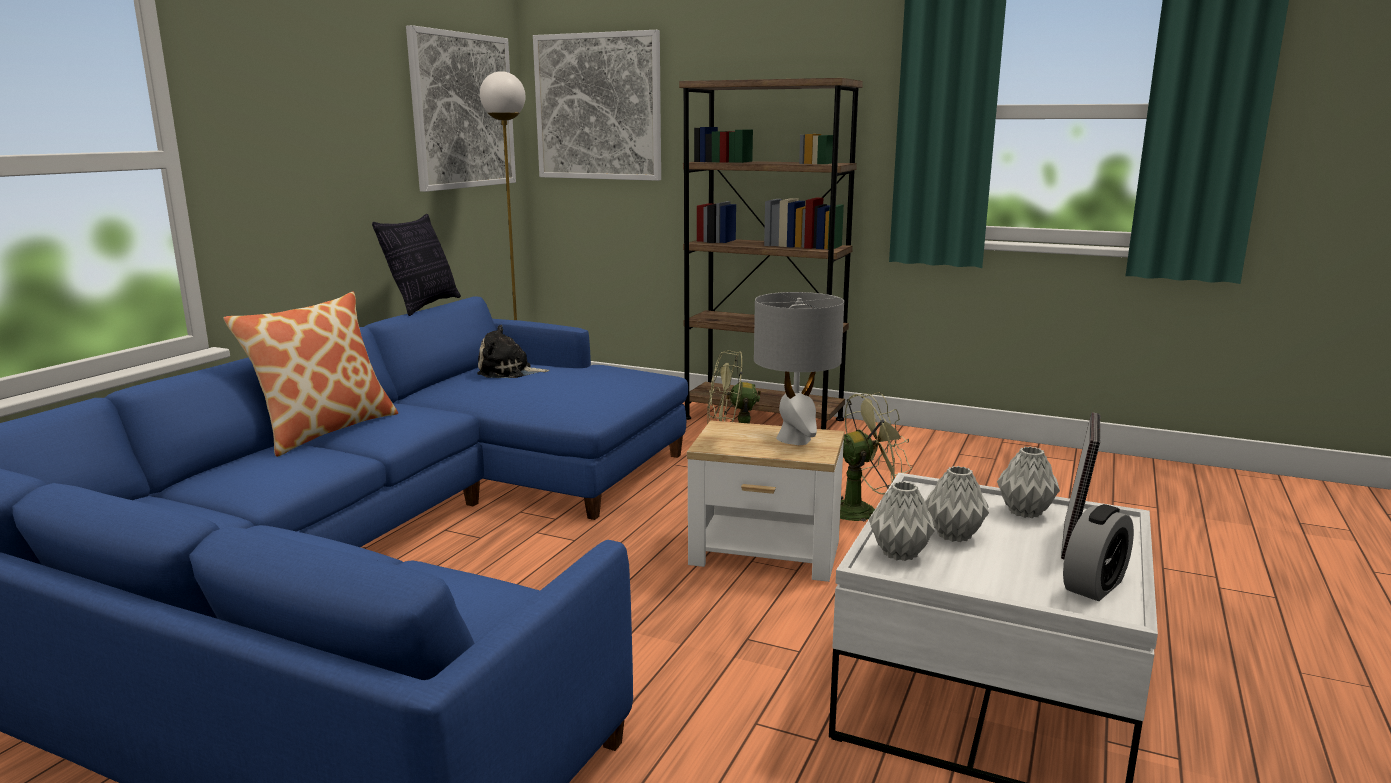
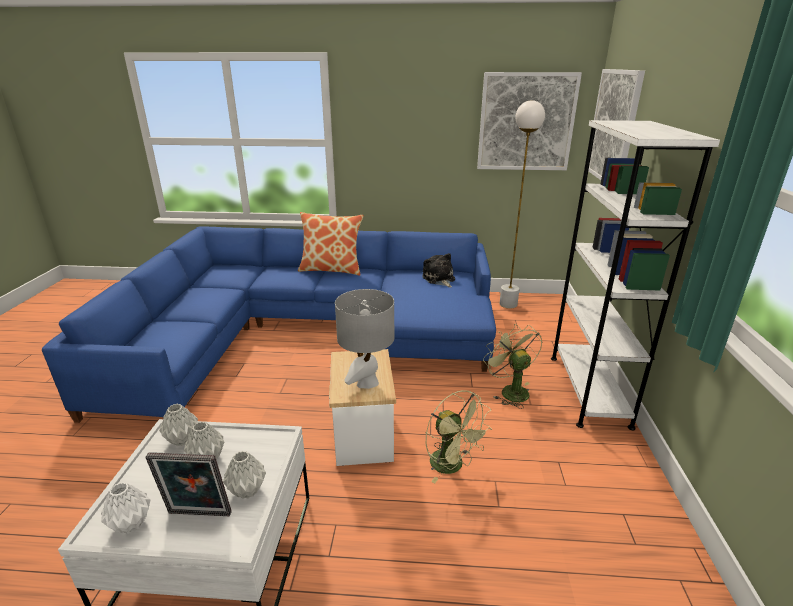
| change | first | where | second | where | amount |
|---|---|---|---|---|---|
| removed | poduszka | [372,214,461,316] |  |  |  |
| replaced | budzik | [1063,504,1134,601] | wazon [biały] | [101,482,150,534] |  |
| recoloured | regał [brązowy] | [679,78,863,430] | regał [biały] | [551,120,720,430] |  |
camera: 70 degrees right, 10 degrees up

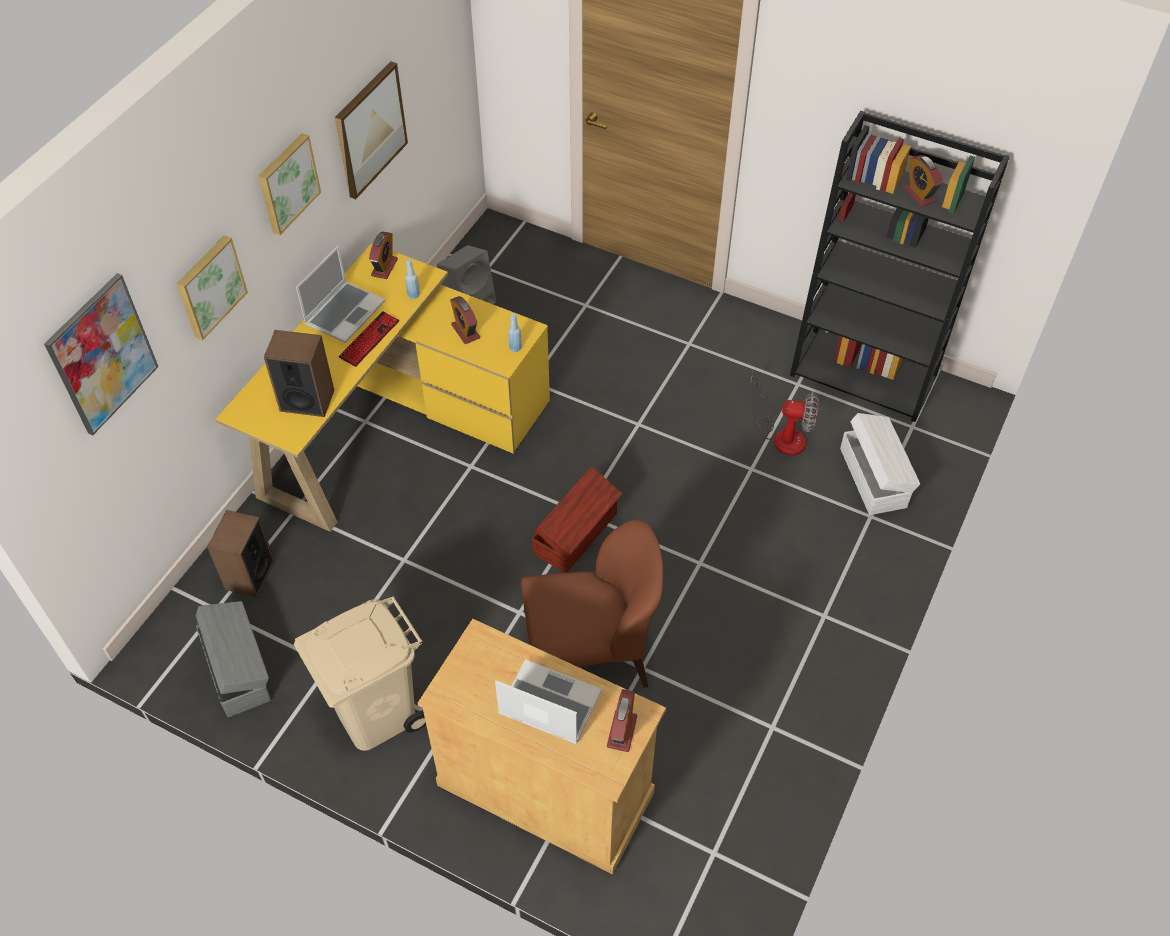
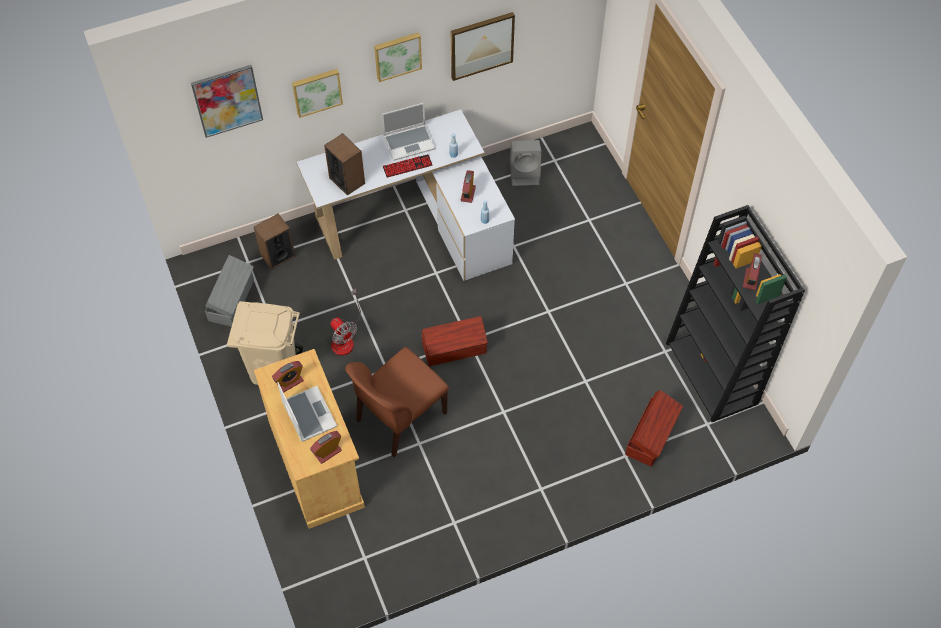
| change | first | where | second | where | amount |
|---|---|---|---|---|---|
| moved | budzik | [369,232,398,279] |  | [272,361,304,393] |  |
| moved | wentylator | [751,372,819,455] |  | [330,288,361,355] |  |
| recoloured | biurko [żółty] | [215,243,550,532] | biurko [biały] | [296,109,515,281] |  |
| recoloured | pojemnik do przechowywania [biały] | [840,413,920,515] | pojemnik do przechowywania [brązowy] | [625,390,683,467] |  |
| turned | krzesło [brązowy] | [521,519,663,688] |  | [345,347,449,457] | 105 degrees clockwise |
camera: 40 degrees right, 5 degrees up

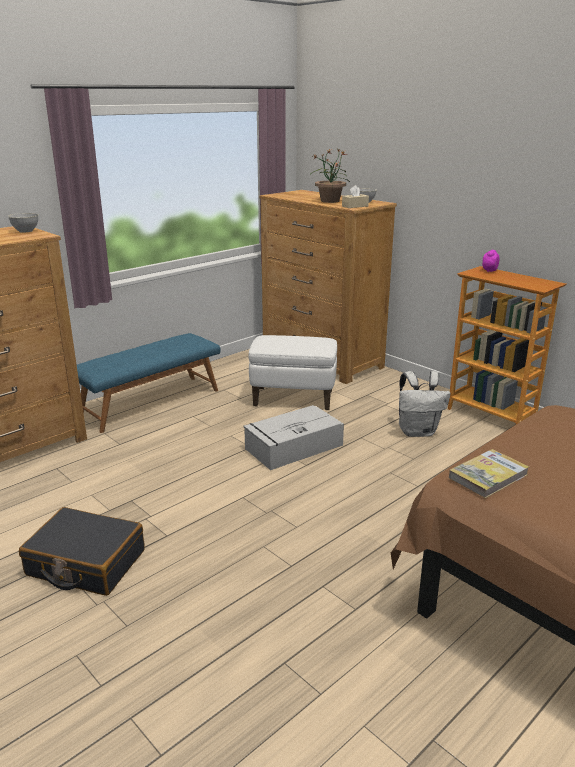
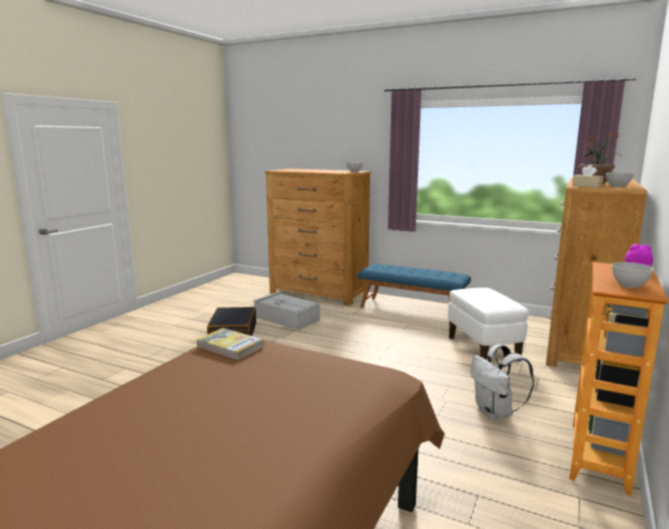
| change | first | where | second | where | amount |
|---|---|---|---|---|---|
| added |  |  | miska [szary] | [612,262,654,288] |  |
| moved | pojemnik do przechowywania [szary] | [243,405,344,470] |  | [254,293,320,330] |  |
camera: 70 degrees right, 10 degrees down

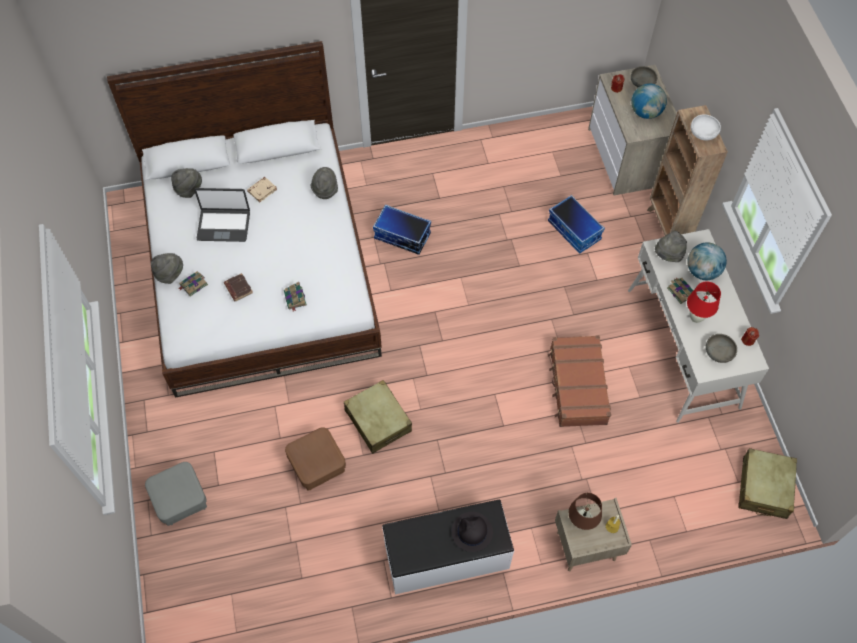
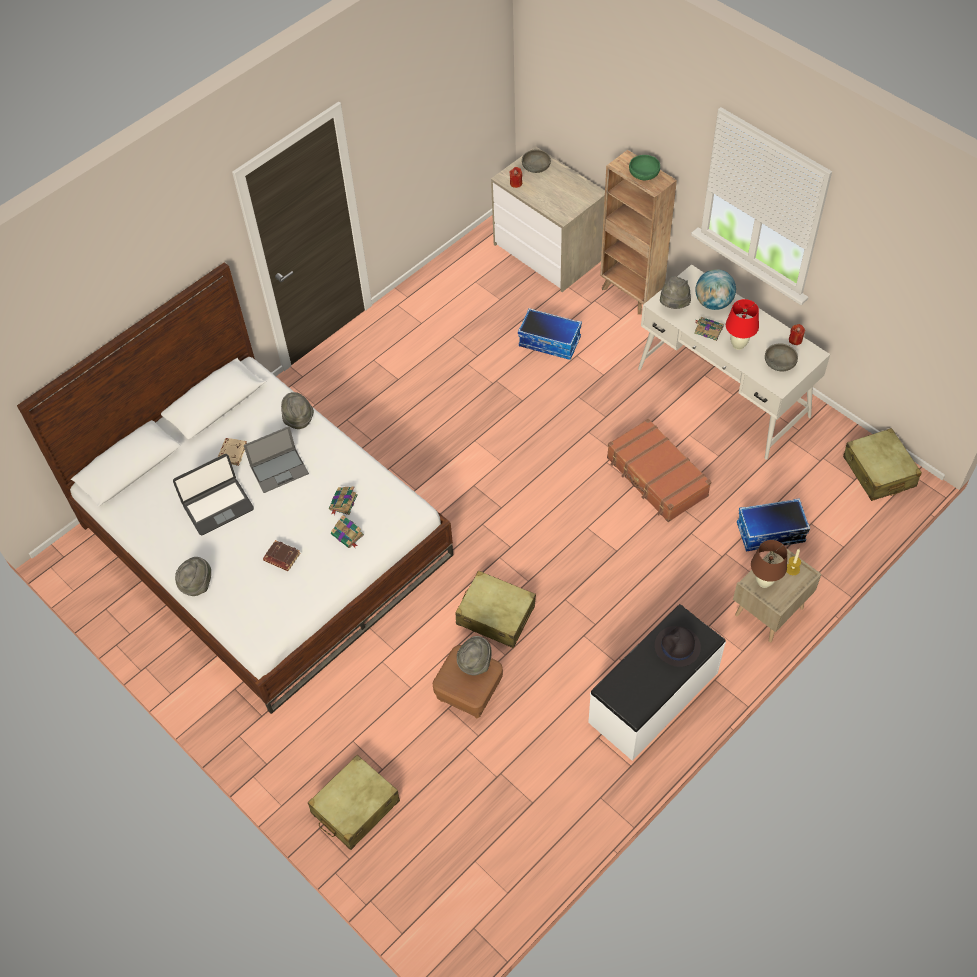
| change | first | where | second | where | amount |
|---|---|---|---|---|---|
| removed | globus | [631,84,667,119] |  |  |  |
| added |  |  | laptop | [244,426,309,493] |  |
| moved | kapelusz [szary] | [171,168,202,198] |  | [457,636,492,676] |  |
| moved | książka | [178,271,208,297] |  | [329,486,358,515] |  |
| moved | pojemnik do przechowywania | [373,204,431,255] |  | [737,498,810,551] |  |
| replaced | pufa [szary] | [145,462,207,526] | walizka [beżowy] | [308,755,400,850] |  |
| recoloured | miska [biały] | [691,115,721,141] | miska [zielony] | [629,155,660,180] |  |
camera: 30 degrees left, 5 degrees down

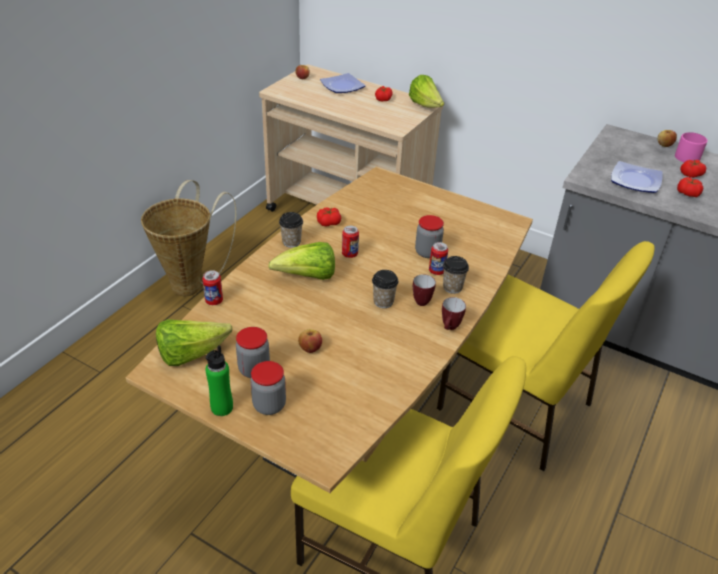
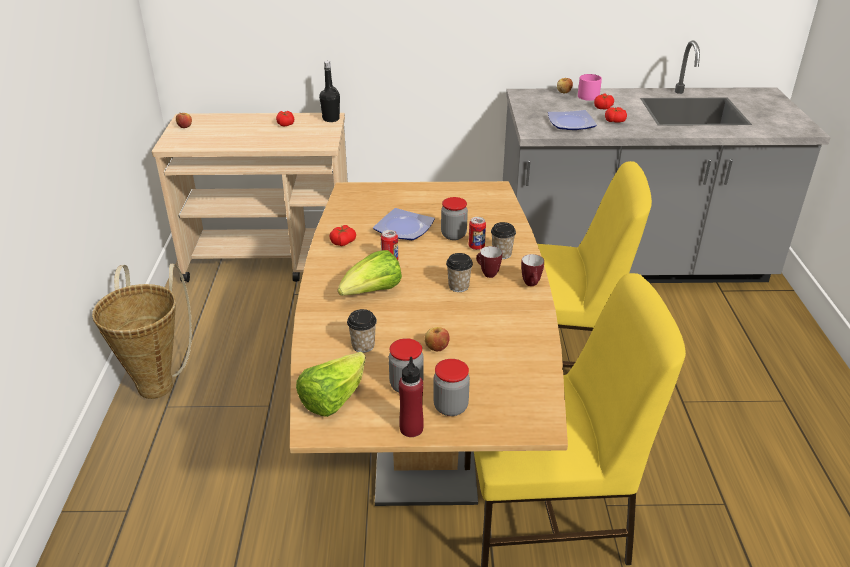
| change | first | where | second | where | amount |
|---|---|---|---|---|---|
| removed | puszka | [202,270,223,305] |  |  |  |
| moved | filiżanka | [279,212,303,248] |  | [347,309,377,353] |  |
| moved | talerz | [320,73,366,93] |  | [373,208,435,240] |  |
| replaced | sałata | [409,75,444,108] | butelka [czarny] | [319,61,340,122] |  |
| recoloured | butelka [zielony] | [205,345,233,416] | butelka [czerwony] | [399,357,424,437] |  |
camera: 30 degrees left, 5 degrees down

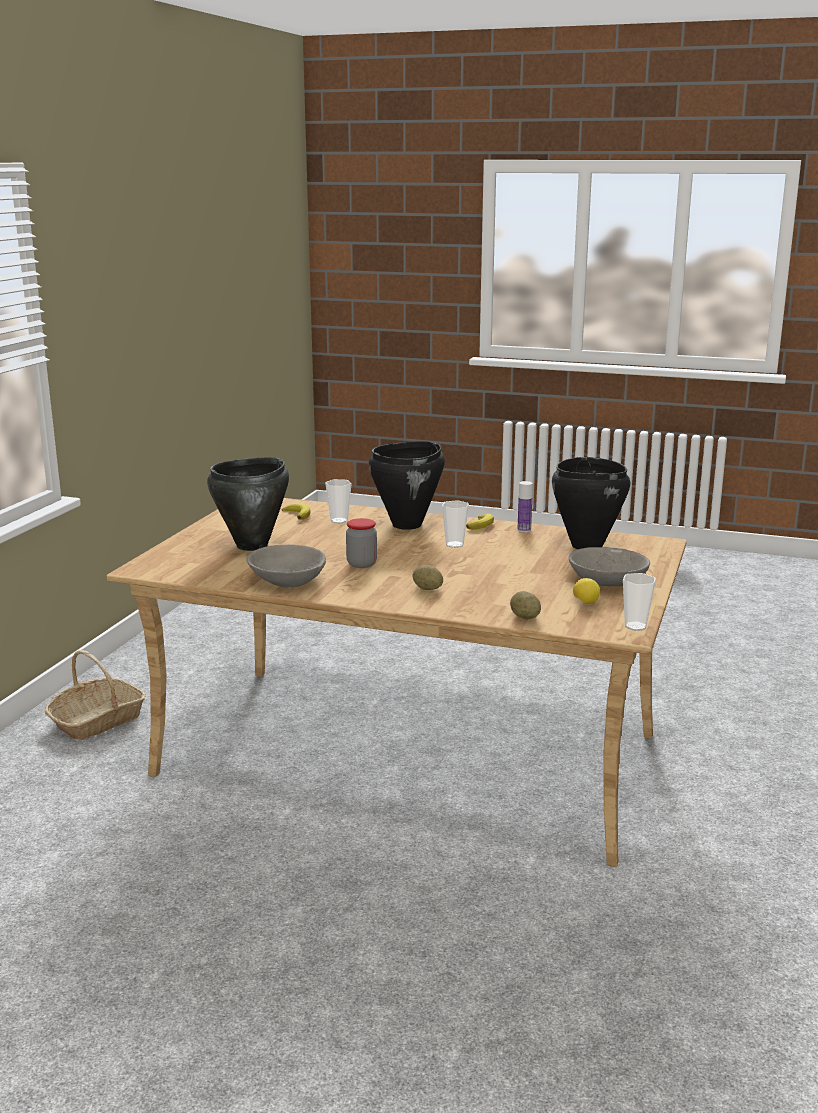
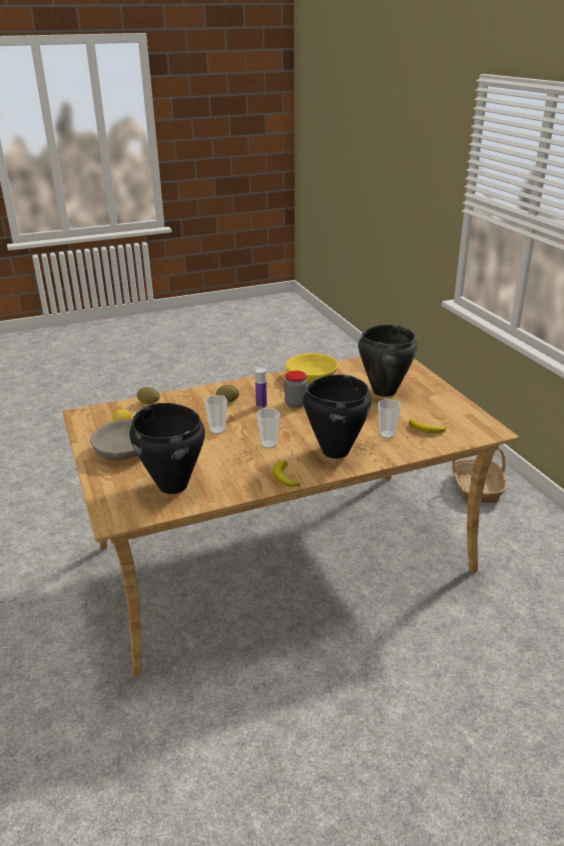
| change | first | where | second | where | amount |
|---|---|---|---|---|---|
| moved | butelka | [518,481,533,532] |  | [255,368,267,408] |  |
| moved | filiżanka | [623,573,656,631] |  | [204,395,227,434] |  |
| recoloured | miska [szary] | [246,544,326,587] | miska [żółty] | [286,353,338,383] |  |
camera: 140 degrees right, 10 degrees up

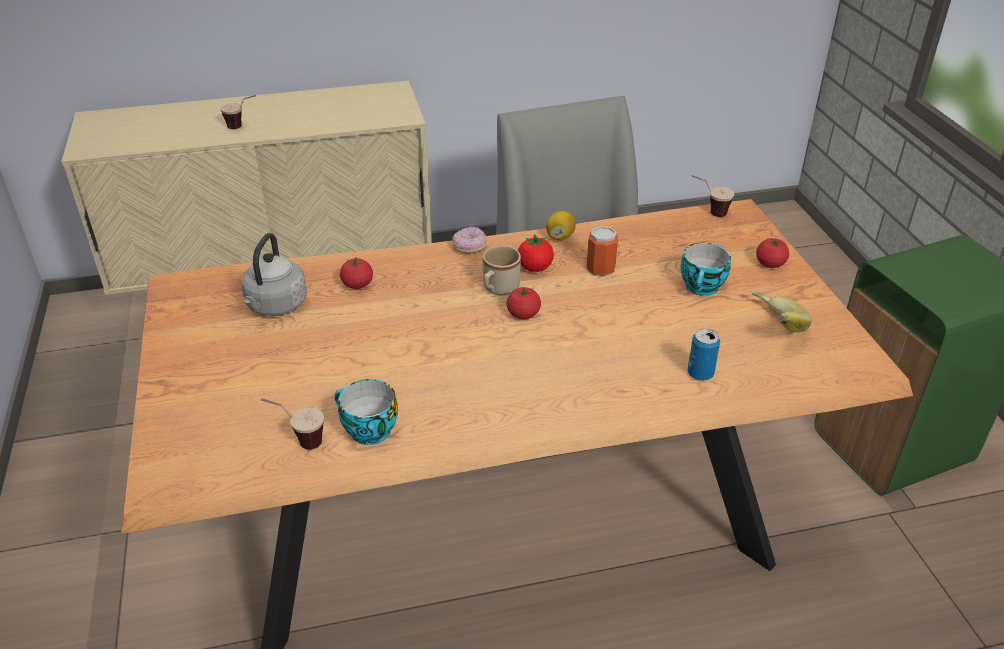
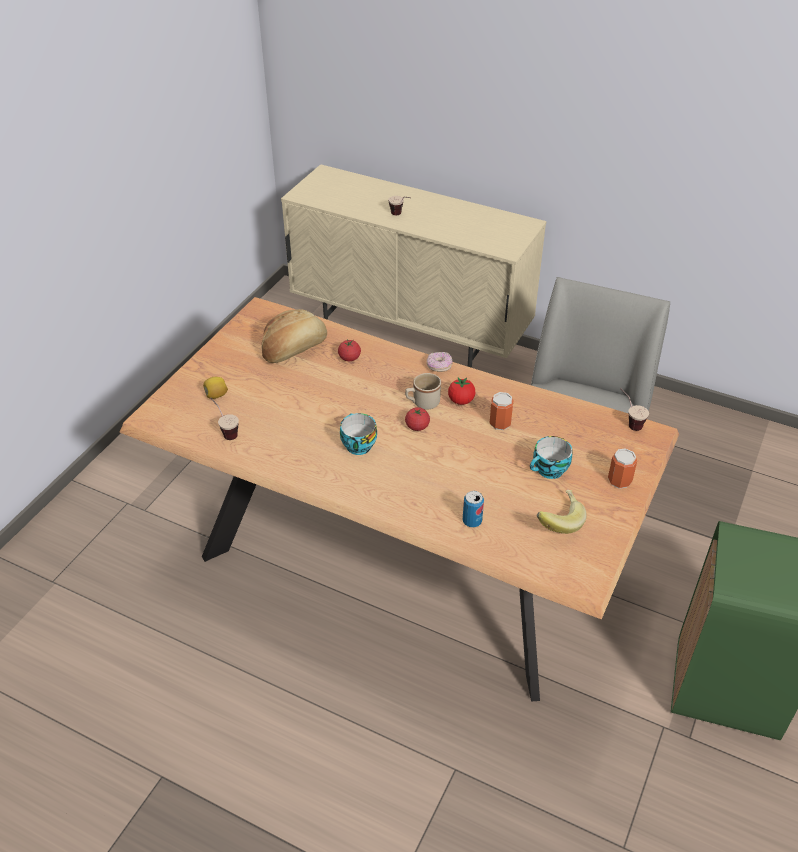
| change | first | where | second | where | amount |
|---|---|---|---|---|---|
| moved | filiżanka | [335,379,398,445] |  | [340,413,377,455] |  |
| moved | cytryna | [546,211,576,241] |  | [203,377,228,399] |  |
| replaced | czajnik [szary] | [241,233,307,316] | chleb | [262,309,327,363] |  |
| replaced | pomidor | [756,238,789,268] | puszka | [608,448,637,489] |  |
camera: 40 degrees right, 5 degrees up

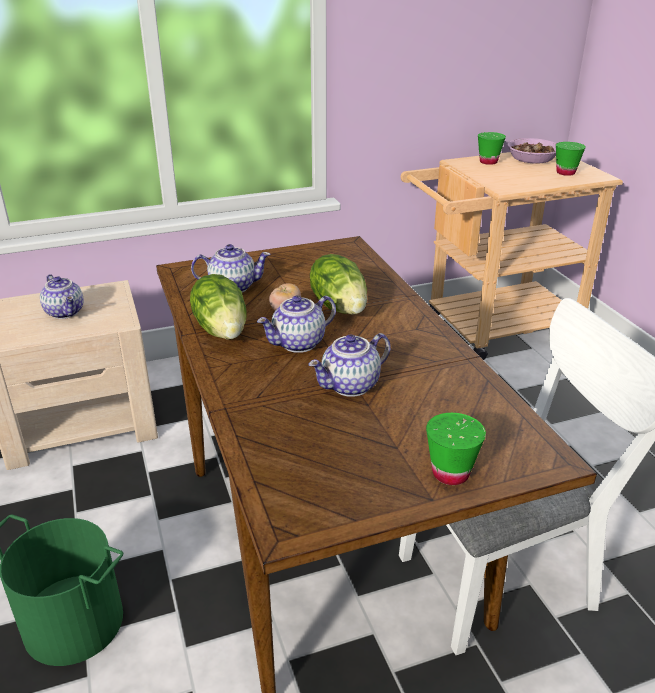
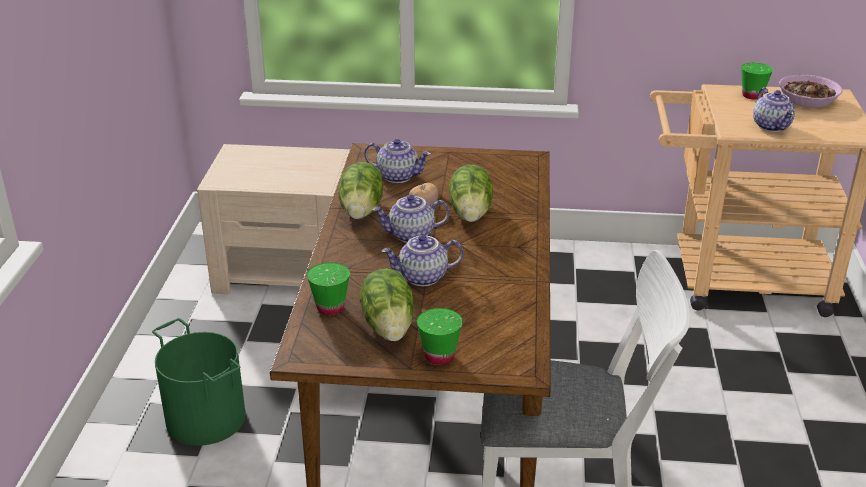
| change | first | where | second | where | amount |
|---|---|---|---|---|---|
| added |  |  | sałata | [360,269,413,341] |  |
| moved | imbryk | [40,274,84,319] |  | [753,88,795,132] |  |
| moved | filiżanka [zielony] | [556,142,586,176] |  | [307,262,350,315] |  |
camera: 25 degrees right, 0 degrees up

